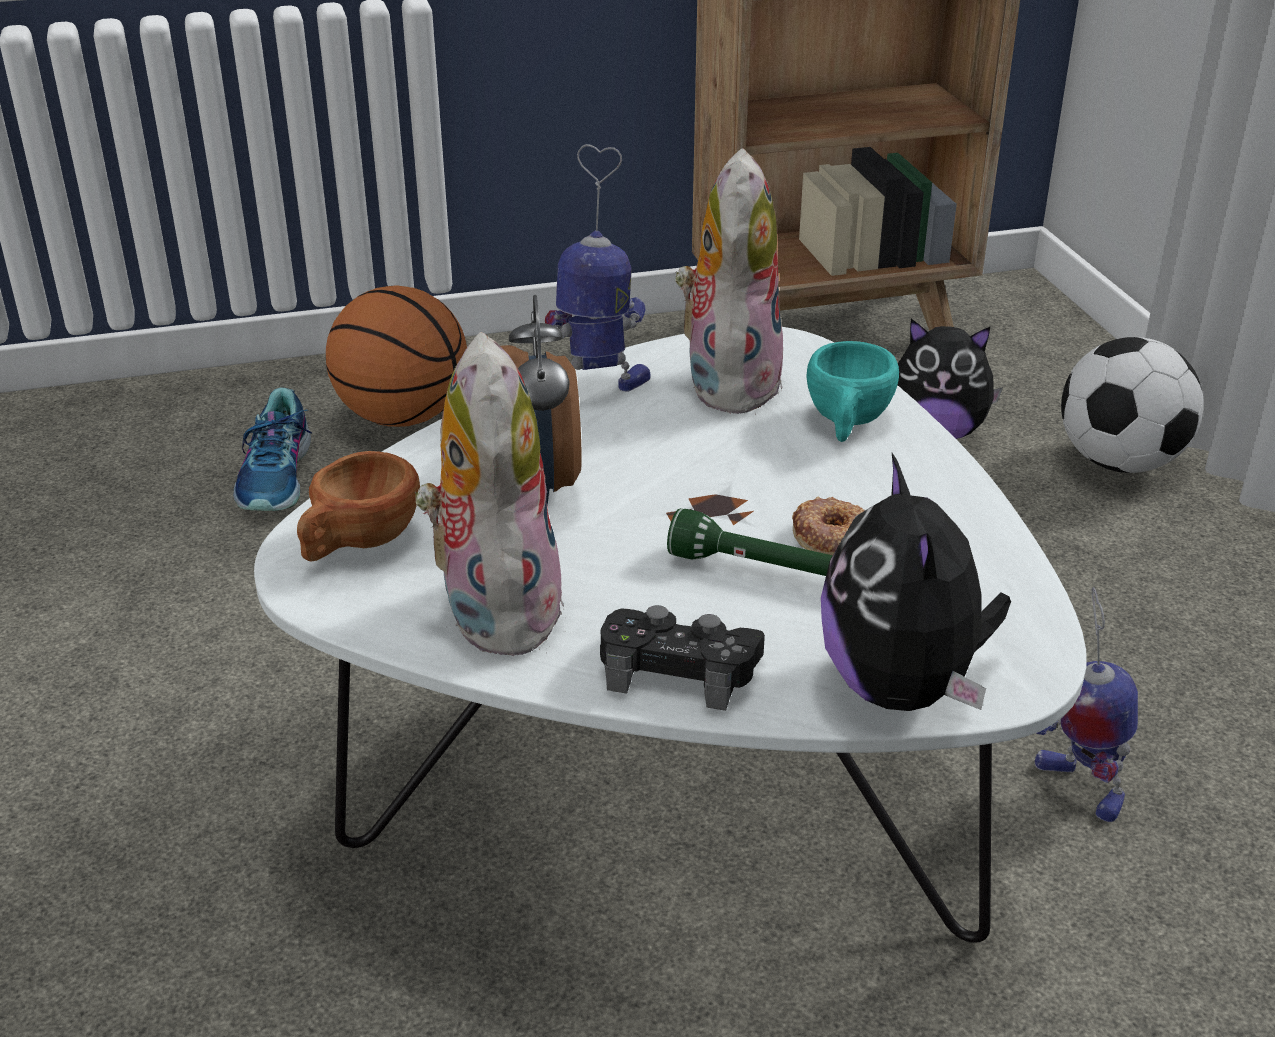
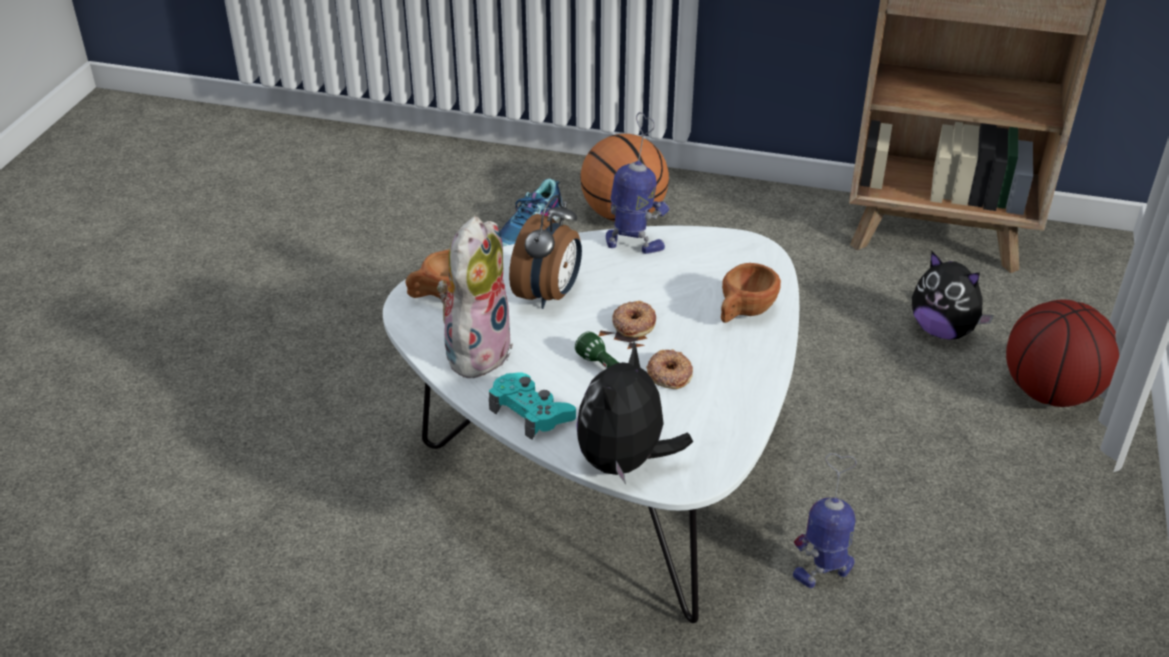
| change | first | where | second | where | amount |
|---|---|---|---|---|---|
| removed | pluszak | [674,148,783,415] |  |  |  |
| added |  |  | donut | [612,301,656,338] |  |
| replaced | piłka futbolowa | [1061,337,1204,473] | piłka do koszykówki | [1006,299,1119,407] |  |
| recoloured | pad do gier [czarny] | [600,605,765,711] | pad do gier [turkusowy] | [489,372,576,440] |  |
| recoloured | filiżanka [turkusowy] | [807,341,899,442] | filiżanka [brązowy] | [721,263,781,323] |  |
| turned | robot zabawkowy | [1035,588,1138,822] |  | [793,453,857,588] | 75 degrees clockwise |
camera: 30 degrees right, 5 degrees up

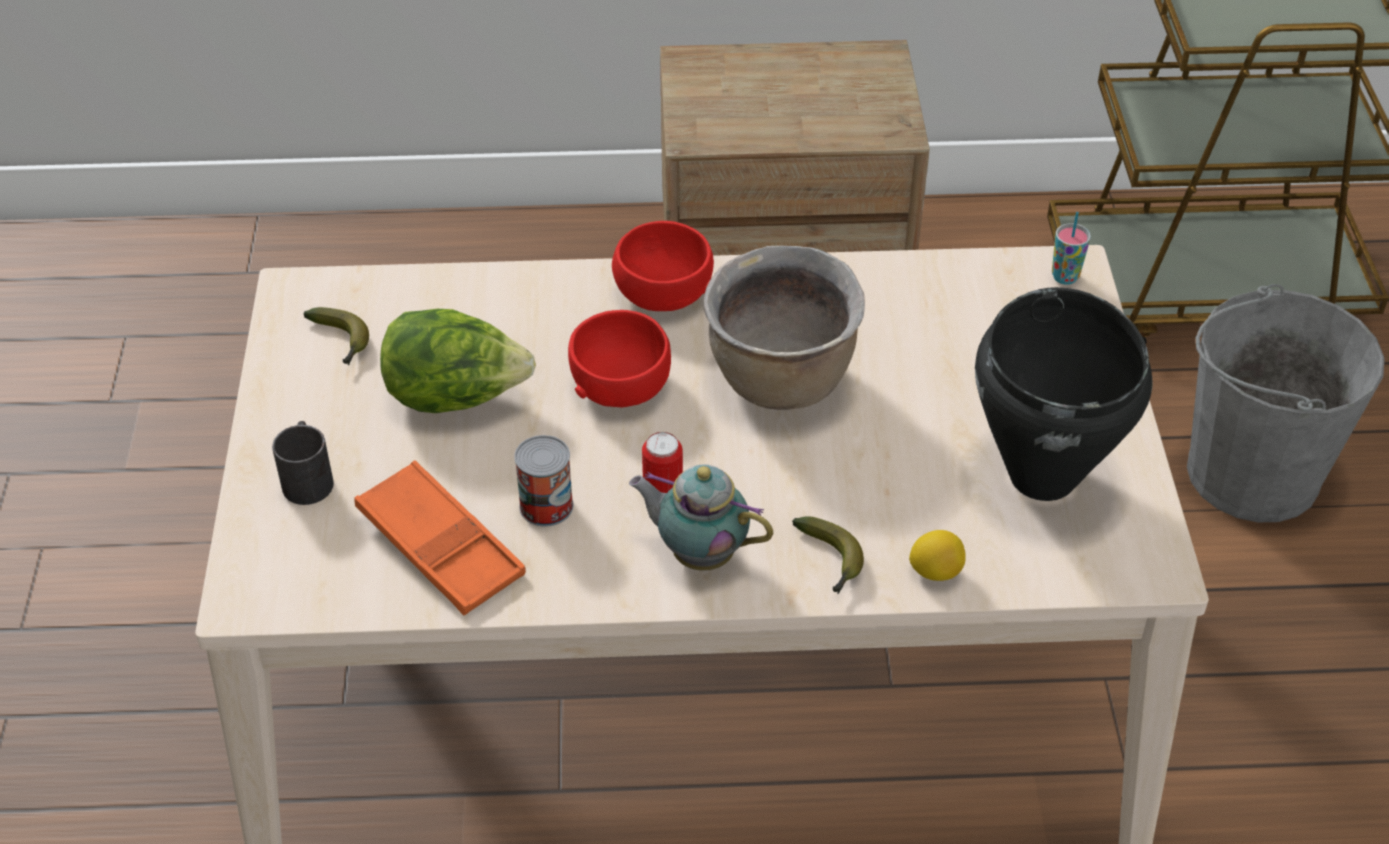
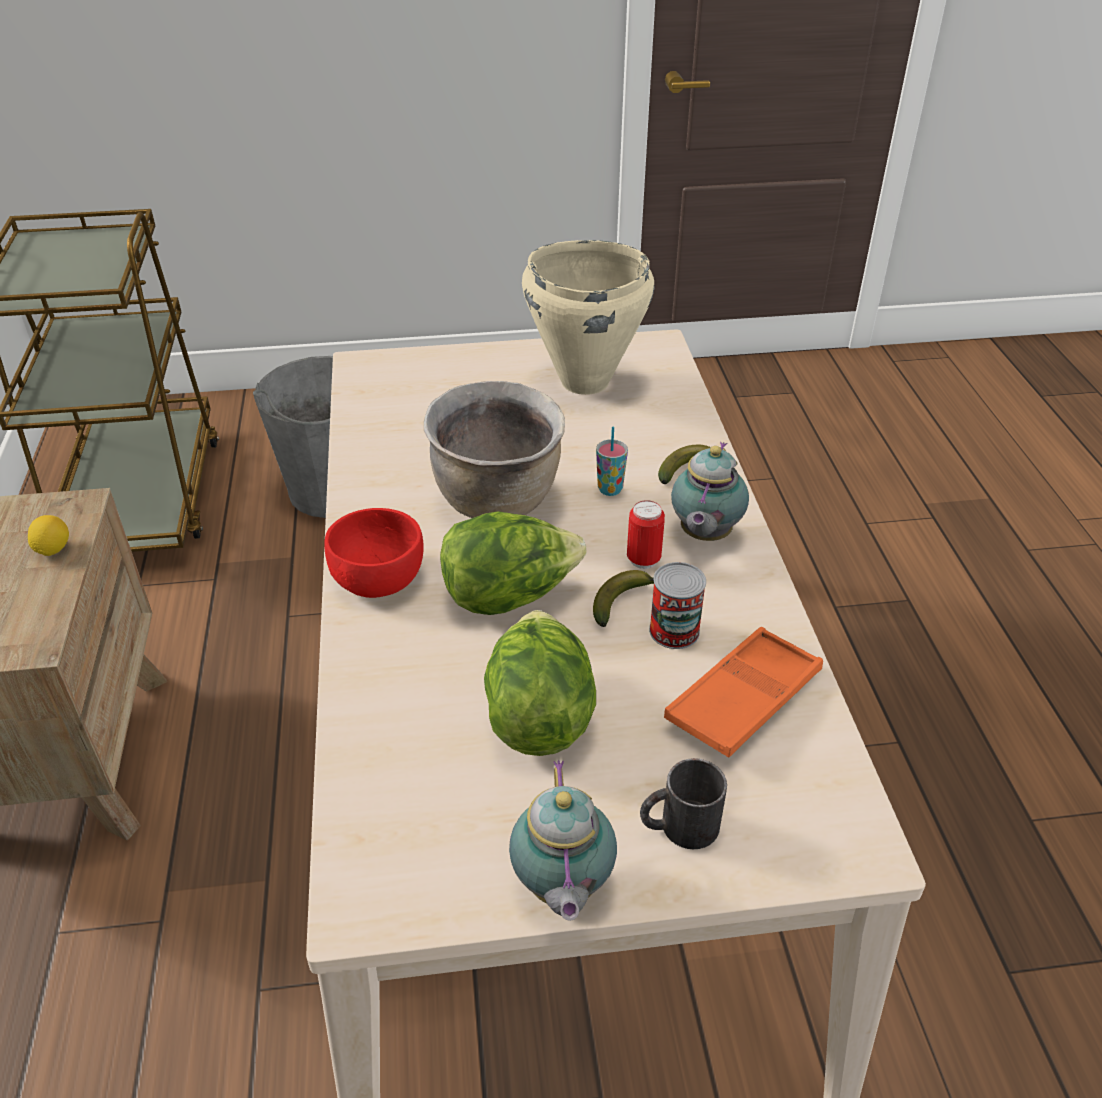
| change | first | where | second | where | amount |
|---|---|---|---|---|---|
| added |  |  | imbryk | [509,760,617,921] |  |
| moved | banan | [303,307,369,365] |  | [593,570,654,627] |  |
| moved | cytryna | [909,530,966,581] |  | [28,515,69,556] |  |
| moved | filiżanka | [1052,212,1091,285] |  | [596,427,628,496] |  |
| replaced | miska [czerwony] | [568,310,671,407] | sałata | [440,511,587,615] |  |
| recoloured | garnek [czarny] | [975,287,1153,501] | garnek [beżowy] | [522,240,654,395] |  |
camera: 95 degrees left, 5 degrees down

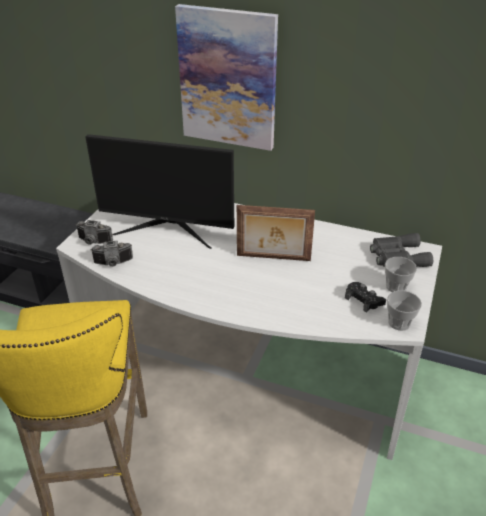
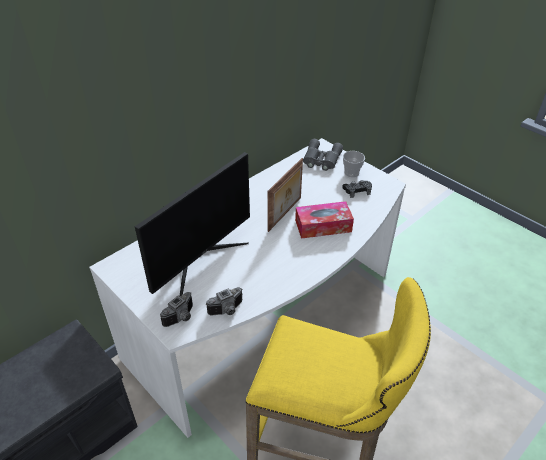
| change | first | where | second | where | amount |
|---|---|---|---|---|---|
| removed | obraz | [175,4,278,151] |  |  |  |
| removed | filiżanka | [387,290,422,331] |  |  |  |
| added |  |  | pudełko chusteczek | [295,201,354,239] |  |
| turned | aparat fotograficzny | [91,241,133,267] |  | [206,287,243,316] | 45 degrees clockwise |
camera: 65 degrees left, 5 degrees up

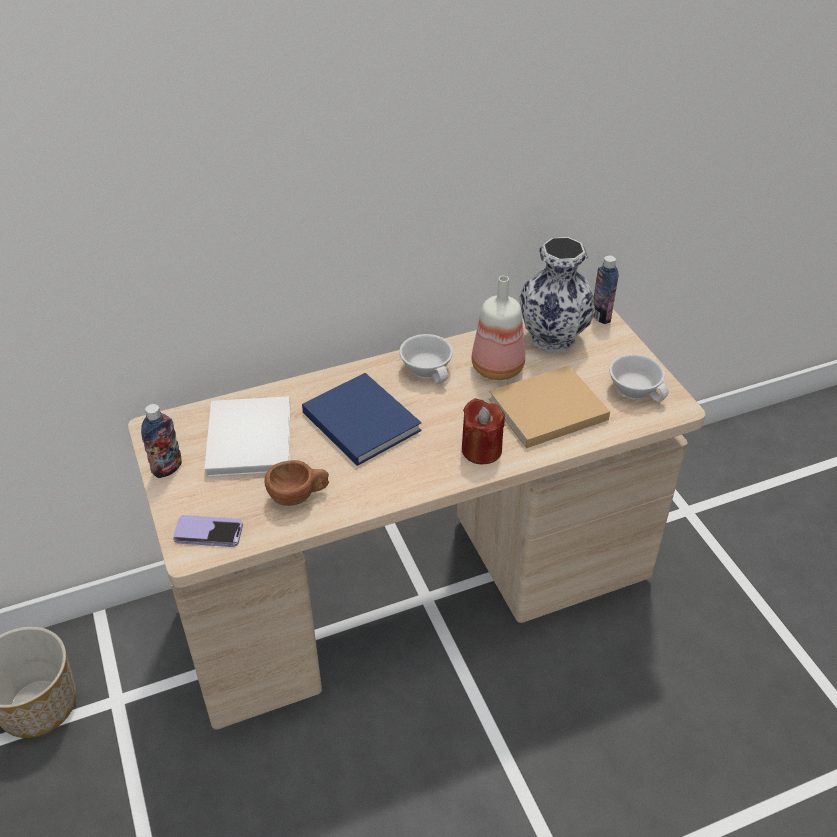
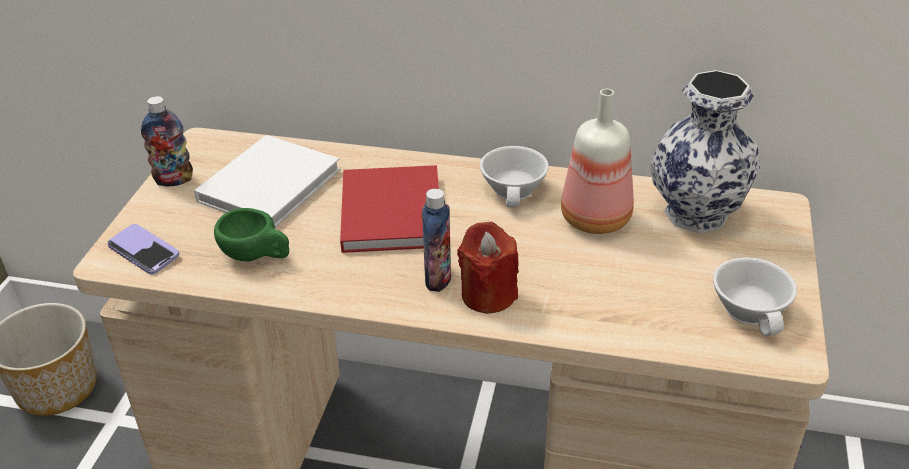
| change | first | where | second | where | amount |
|---|---|---|---|---|---|
| removed | książka [beżowy] | [489,365,610,448] |  |  |  |
| moved | butelka | [593,255,619,324] |  | [422,189,451,292] |  |
| recoloured | filiżanka [brązowy] | [264,460,329,506] | filiżanka [zielony] | [214,208,289,261] |  |
| recoloured | książka [niebieski] | [302,373,422,466] | książka [czerwony] | [340,165,439,253] |  |
camera: 35 degrees right, 5 degrees down

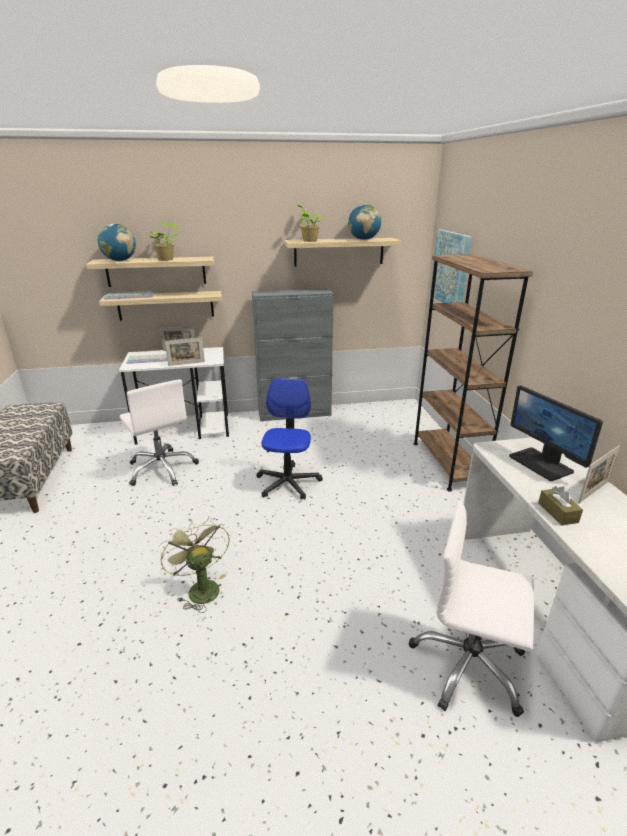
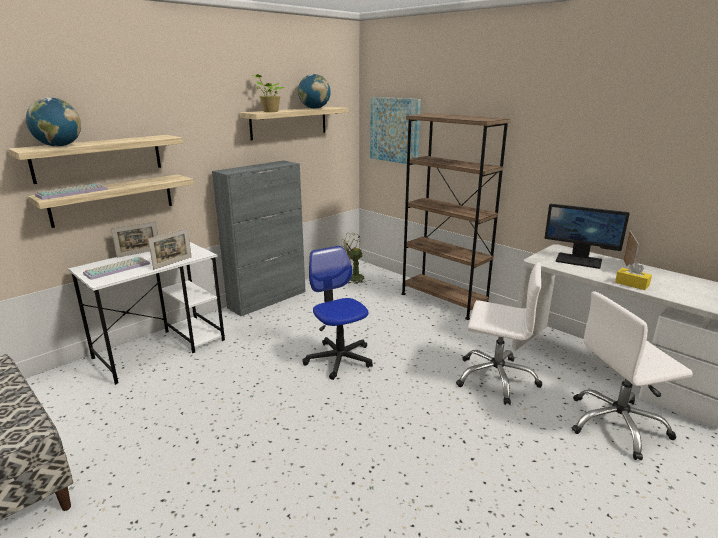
| change | first | where | second | where | amount |
|---|---|---|---|---|---|
| removed | roślina doniczkowa | [150,222,179,261] |  |  |  |
| moved | krzesło biurowe [biały] | [120,379,199,486] |  | [456,262,542,405] |  |
| moved | wentylator [zielony] | [159,516,230,613] |  | [341,233,367,284] |  |
| recoloured | pudełko chusteczek [brązowy] | [538,486,583,526] | pudełko chusteczek [żółty] | [615,262,652,290] |  |
camera: 35 degrees left, 5 degrees down

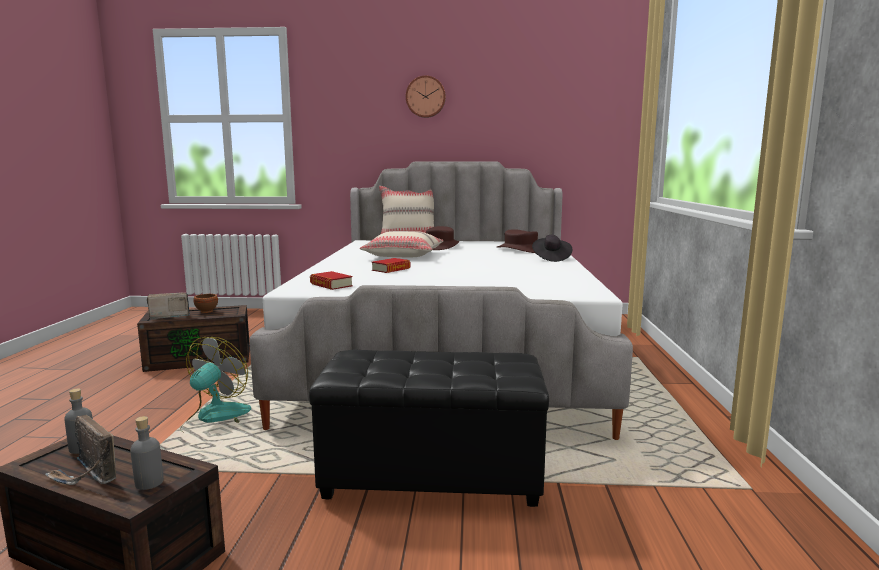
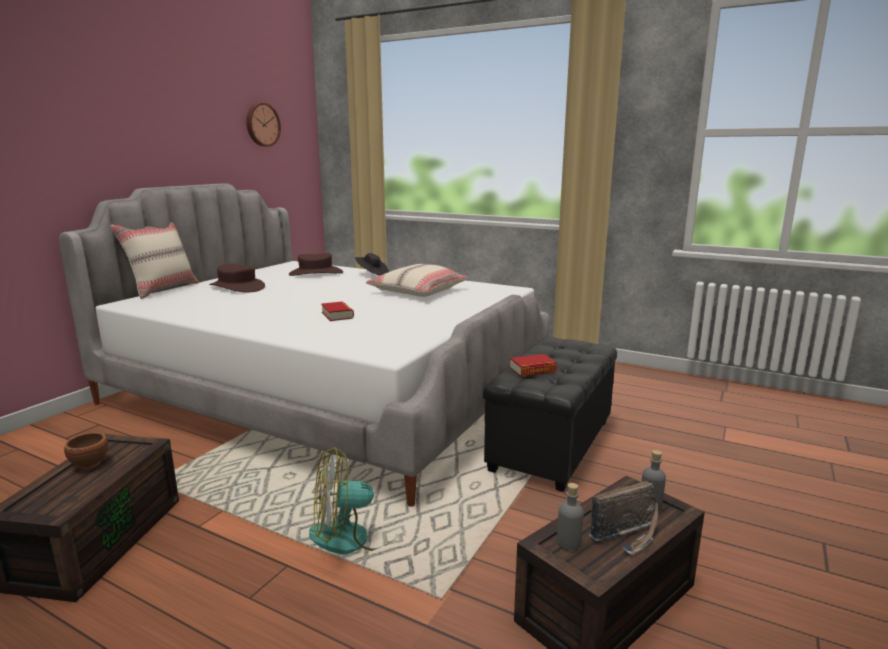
| change | first | where | second | where | amount |
|---|---|---|---|---|---|
| removed | radio | [147,293,190,319] |  |  |  |
| moved | książka | [310,271,353,290] |  | [510,354,557,377] |  |
| moved | poduszka [beżowy] | [360,231,443,257] |  | [366,264,469,297] |  |
| moved | zegar ścienny | [406,75,446,118] |  | [246,103,281,147] |  |
| turned | wentylator | [180,337,251,433] |  | [309,447,397,554] | 60 degrees counterclockwise |
camera: 65 degrees left, 5 degrees up

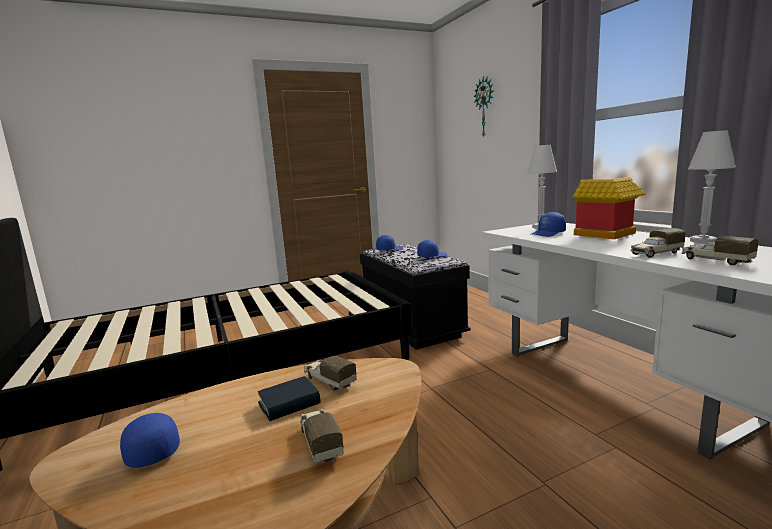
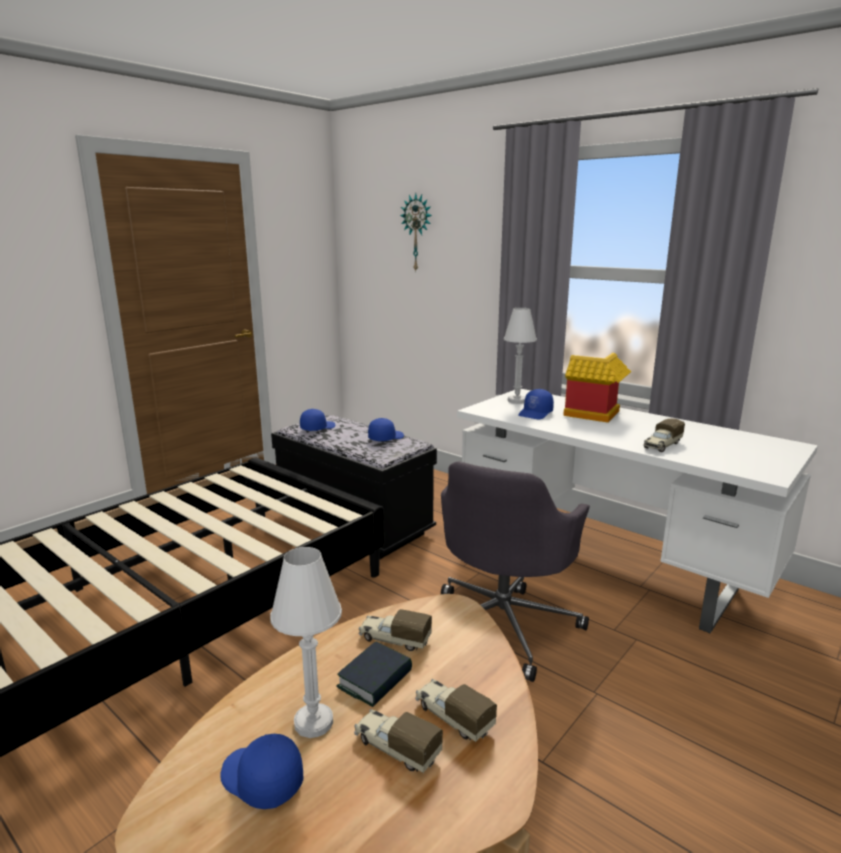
| change | first | where | second | where | amount |
|---|---|---|---|---|---|
| added |  |  | krzesło biurowe [szary] | [441,462,590,682] |  |
| moved | ciężarówka zabawkowa | [682,236,759,265] |  | [354,709,443,773] |  |
| moved | lampa stołowa [biały] | [688,130,736,243] |  | [270,547,342,738] |  |
camera: 25 degrees left, 5 degrees up

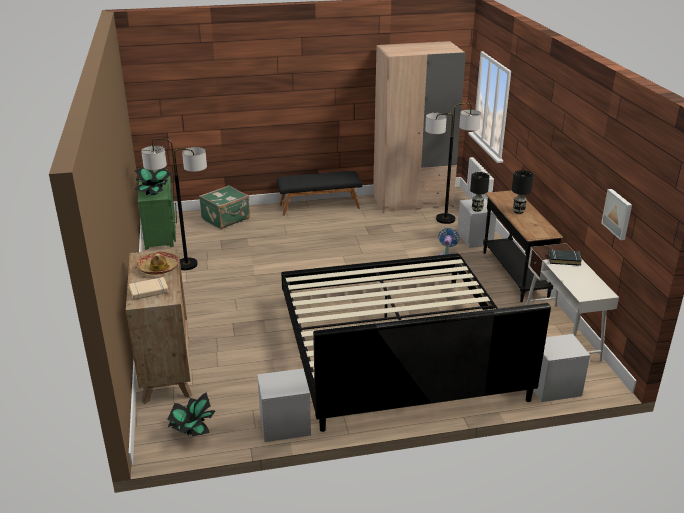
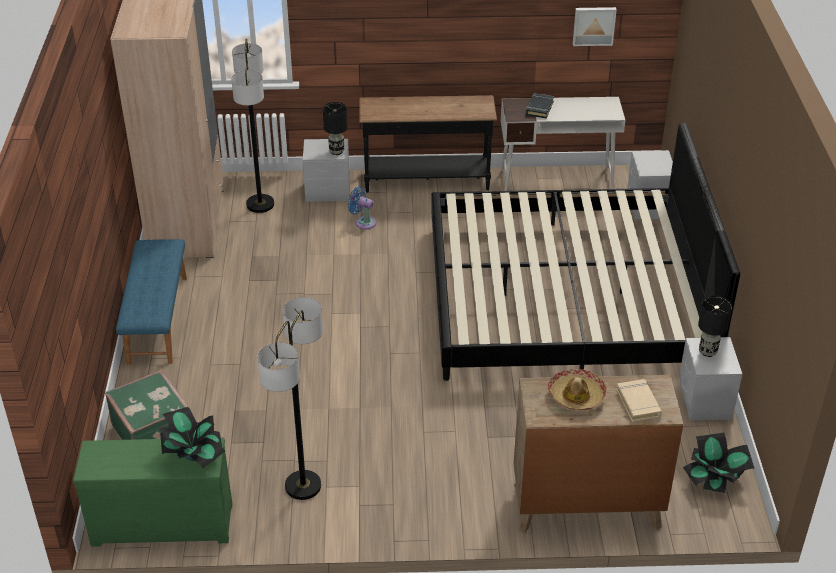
| change | first | where | second | where | amount |
|---|---|---|---|---|---|
| moved | lampa stołowa [czarny] | [512,170,533,214] |  | [698,296,732,357] |  |
| recoloured | ławka [czarny] | [276,171,362,216] | ławka [niebieski] | [116,239,187,365] |  |
camera: 80 degrees left, 10 degrees up

